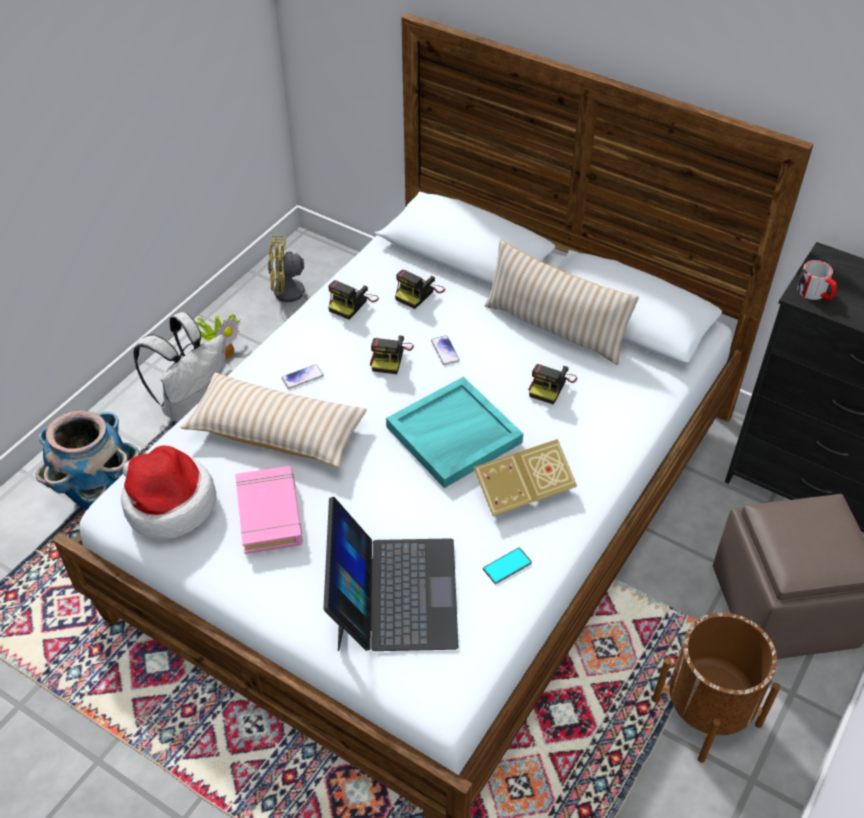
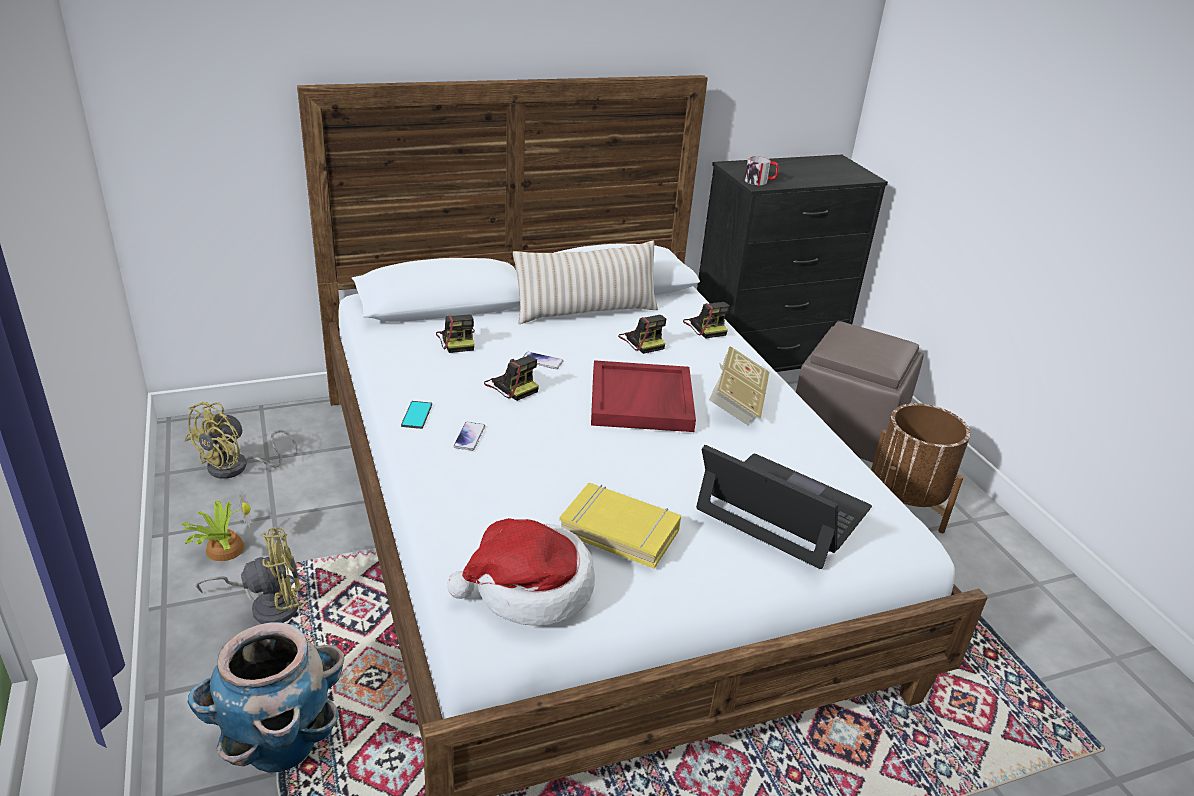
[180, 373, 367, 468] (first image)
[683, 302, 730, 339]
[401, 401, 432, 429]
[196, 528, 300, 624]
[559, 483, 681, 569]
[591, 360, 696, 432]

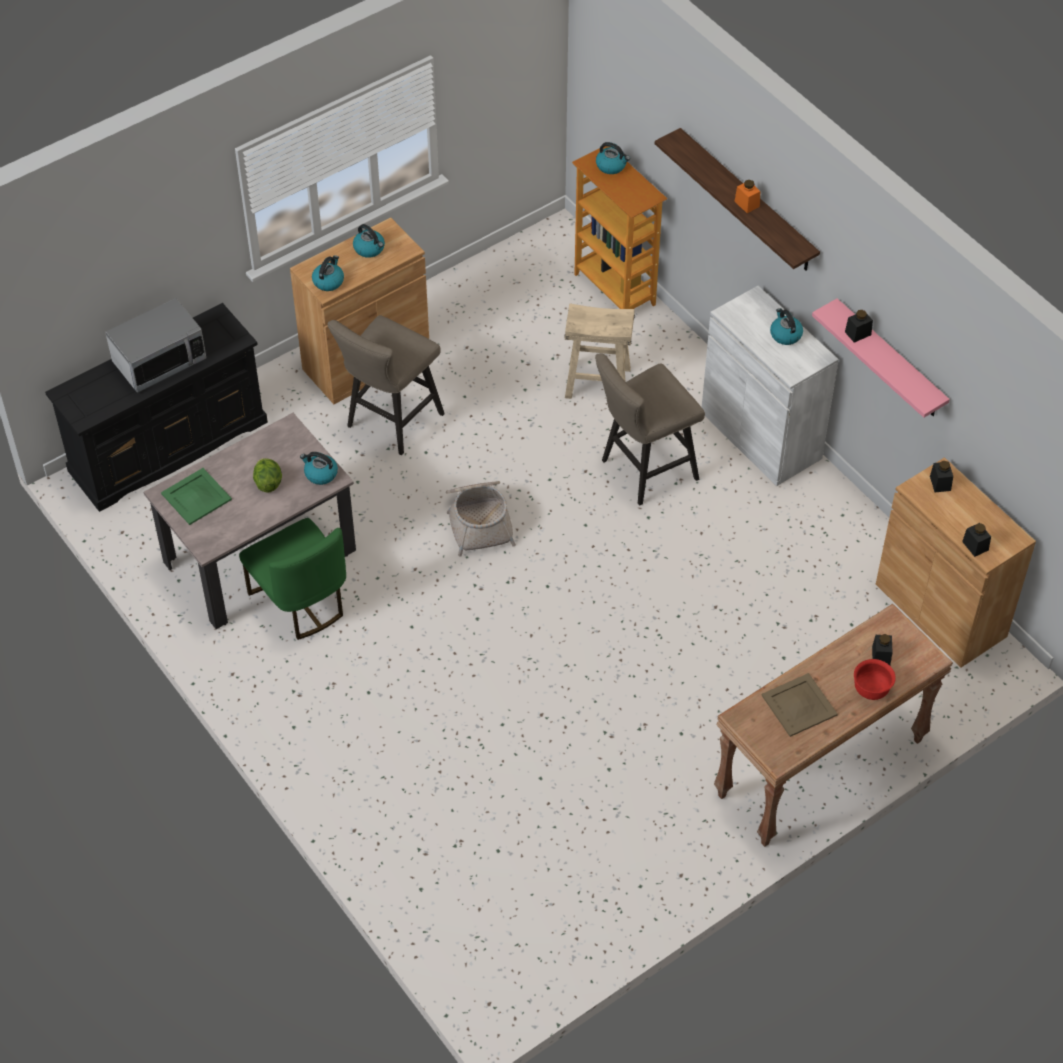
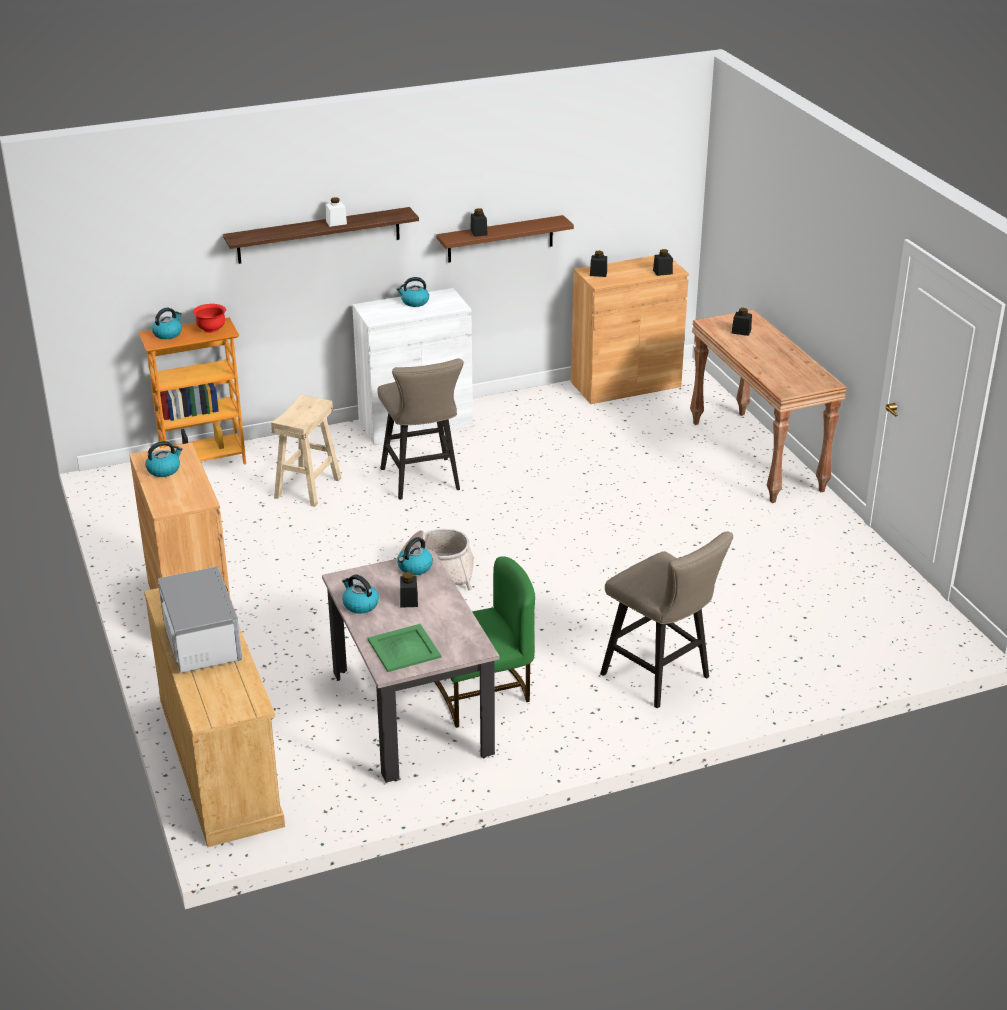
[762, 673, 838, 737] (first image)
[342, 574, 379, 614]
[600, 531, 733, 708]
[193, 304, 226, 333]
[400, 572, 418, 608]
[144, 588, 285, 847]
[326, 197, 347, 227]
[436, 215, 574, 263]

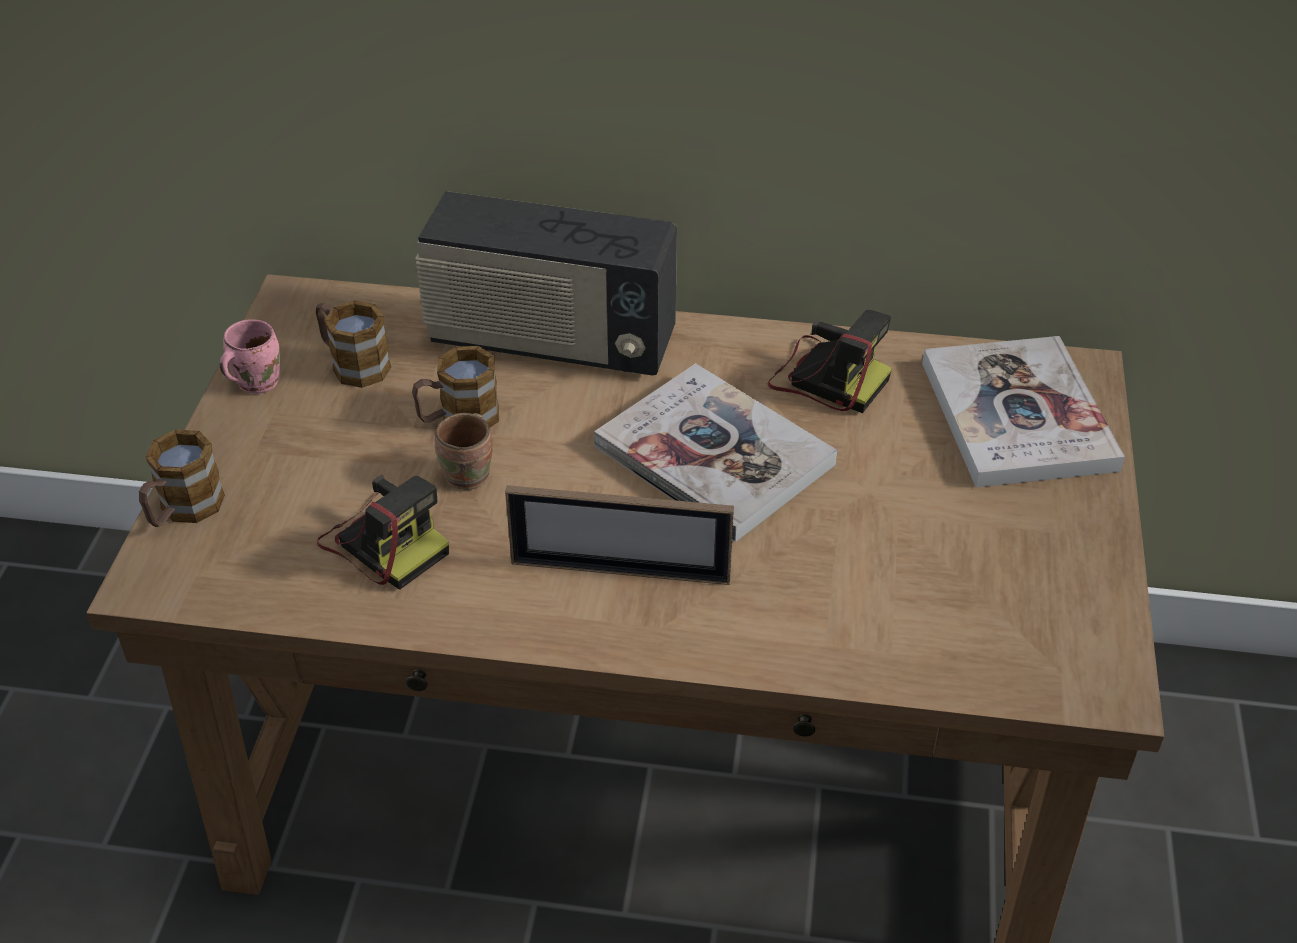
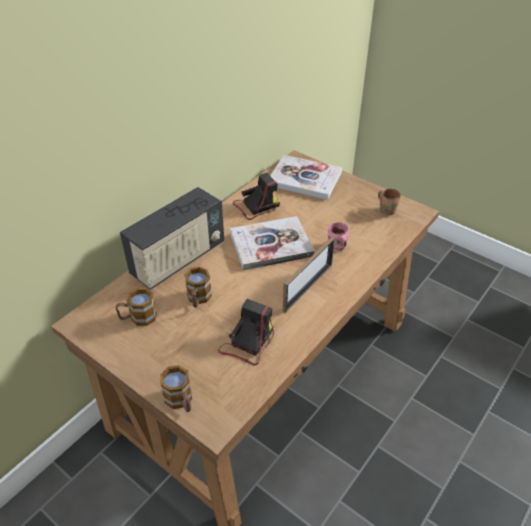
[328, 222, 349, 251]
[378, 188, 401, 215]
[218, 299, 274, 366]

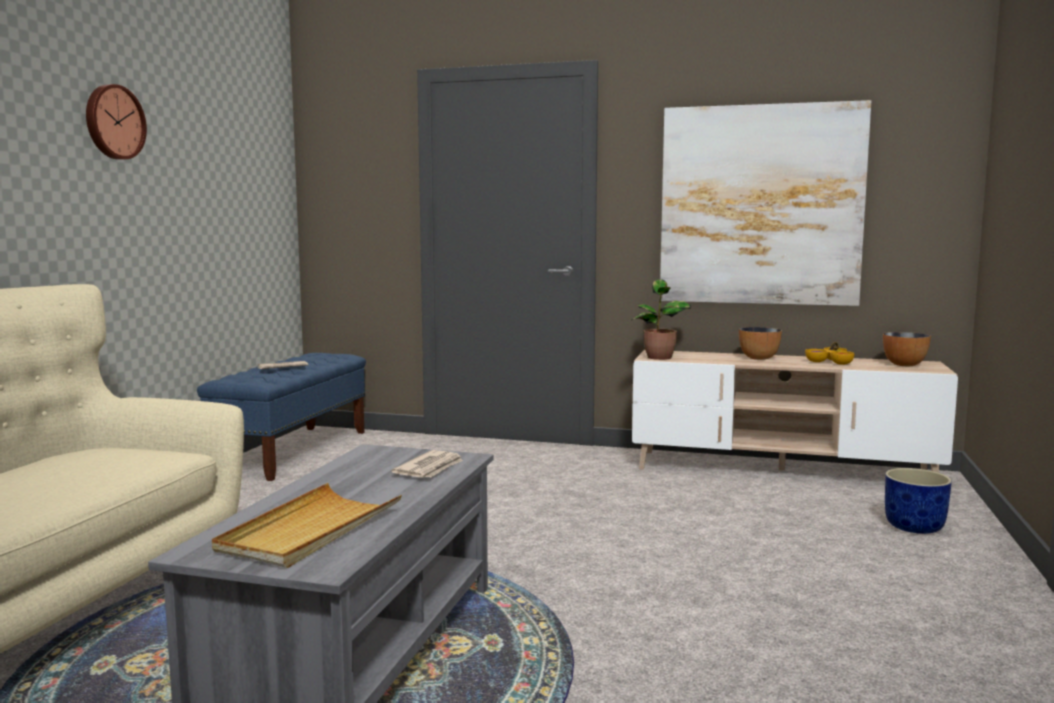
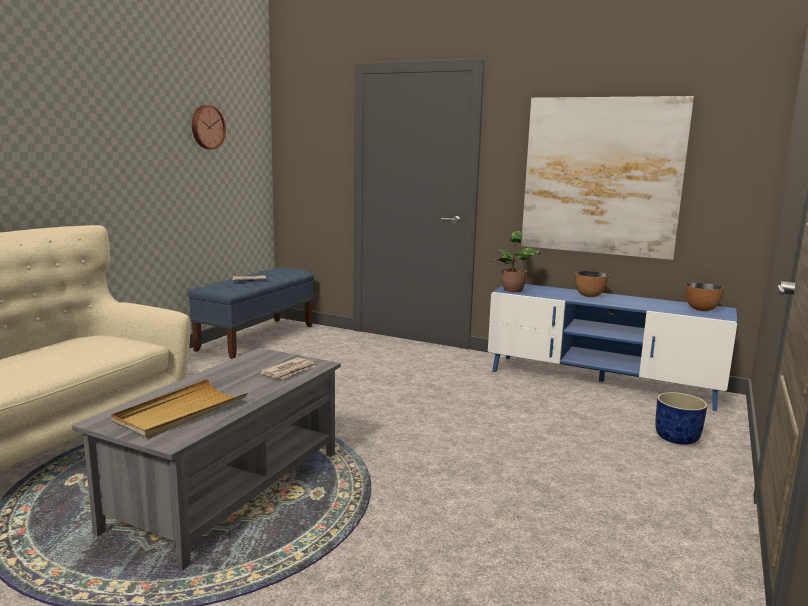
[805, 342, 854, 365] (first image)
[192, 105, 226, 149]
[488, 284, 737, 411]

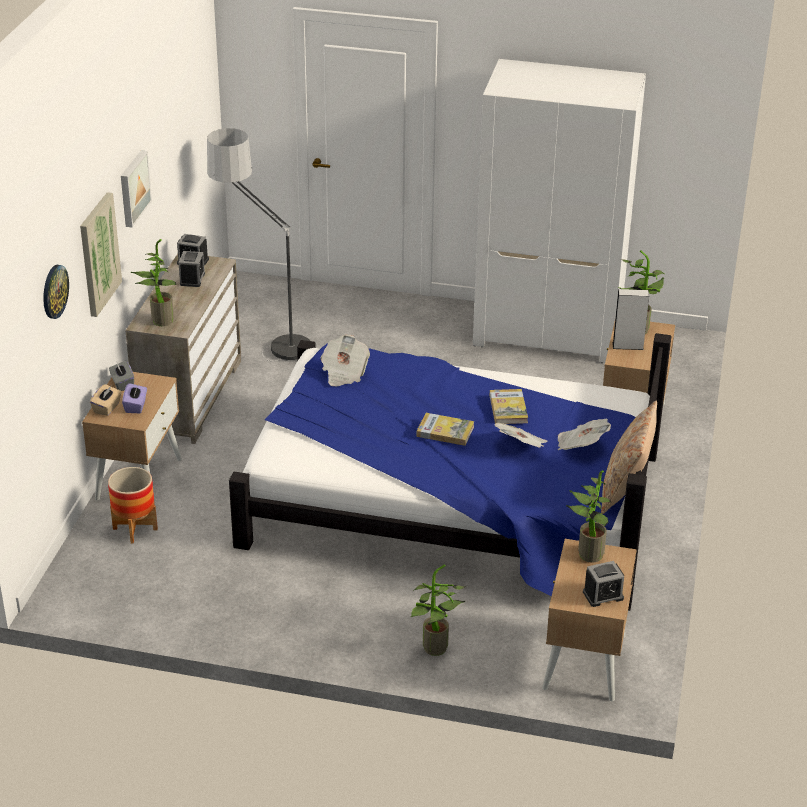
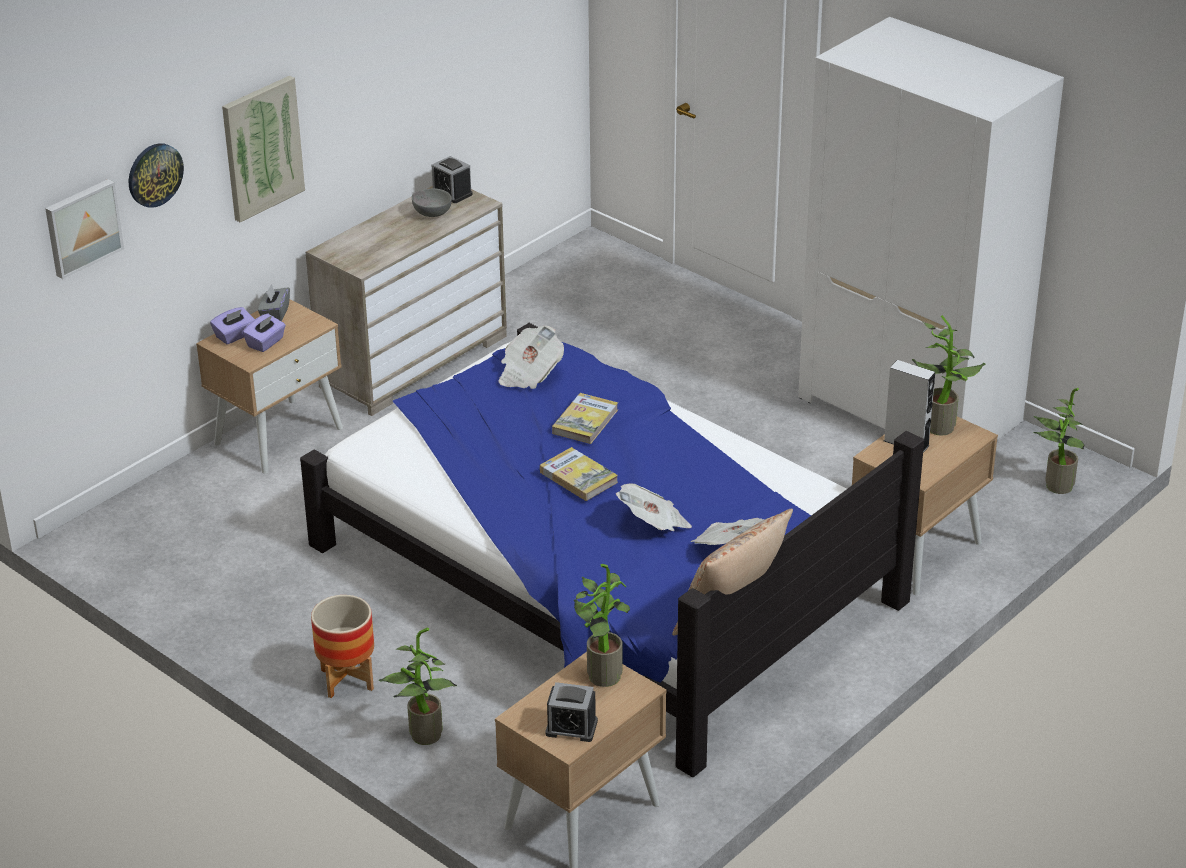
[207, 128, 310, 361] (first image)
[311, 595, 374, 698]
[45, 179, 124, 279]
[1034, 388, 1085, 494]
[552, 393, 618, 444]
[412, 188, 452, 217]
[210, 307, 255, 344]

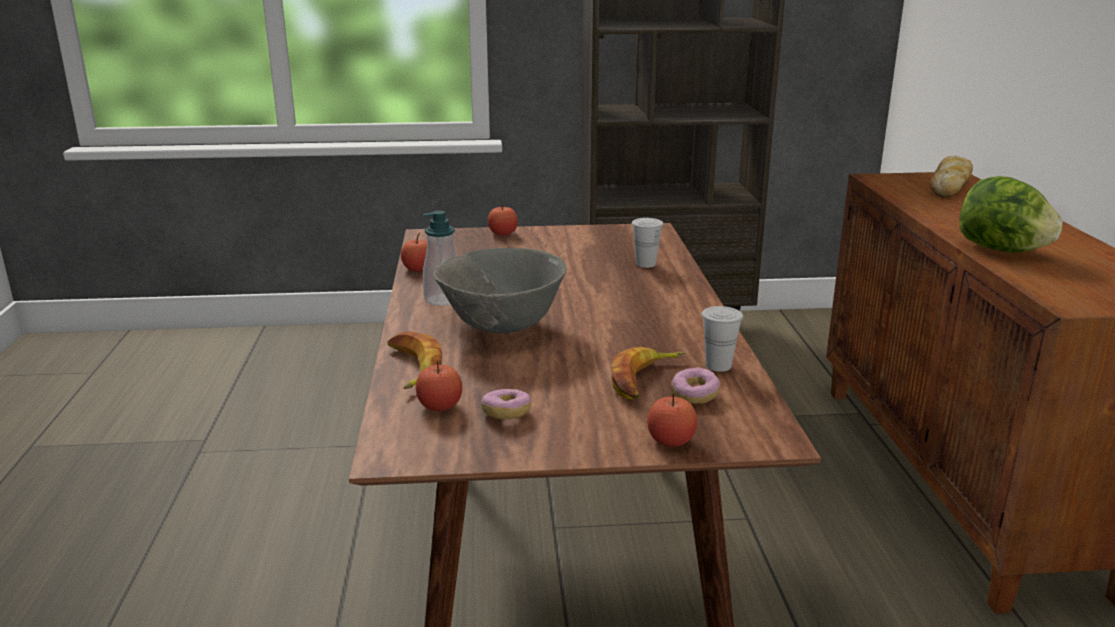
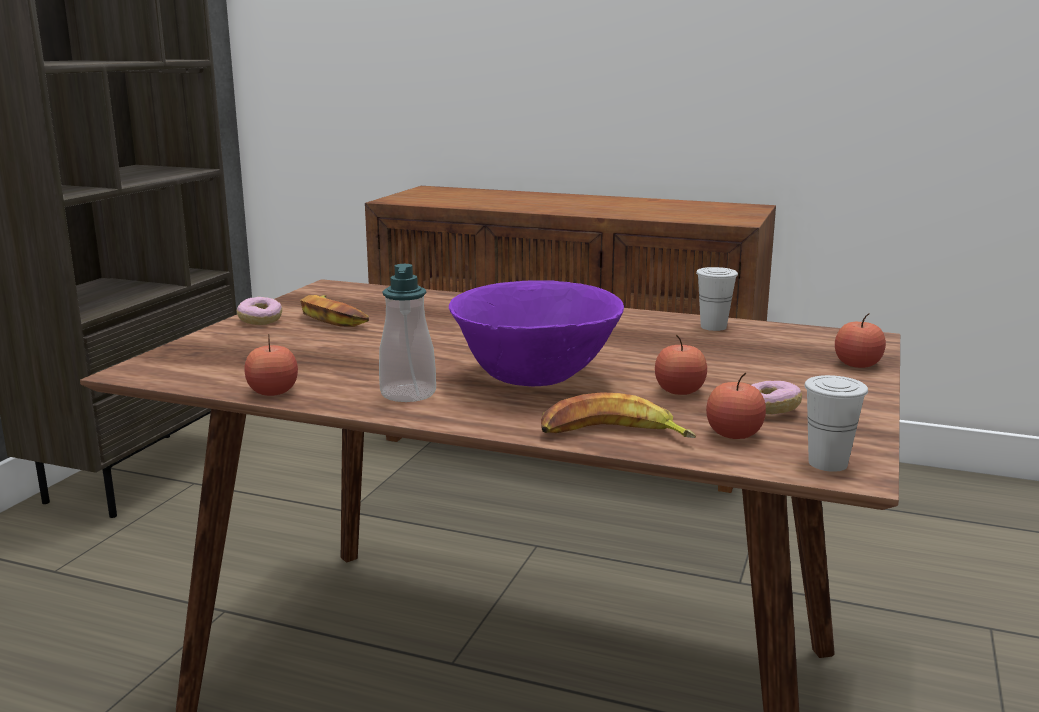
[930, 156, 973, 198] (first image)
[960, 176, 1063, 252] (first image)
[655, 335, 707, 395]
[300, 295, 369, 327]
[804, 375, 868, 472]
[237, 297, 282, 325]
[449, 280, 624, 386]

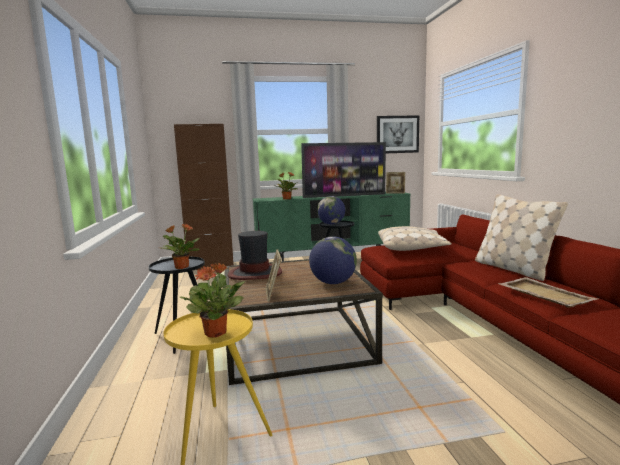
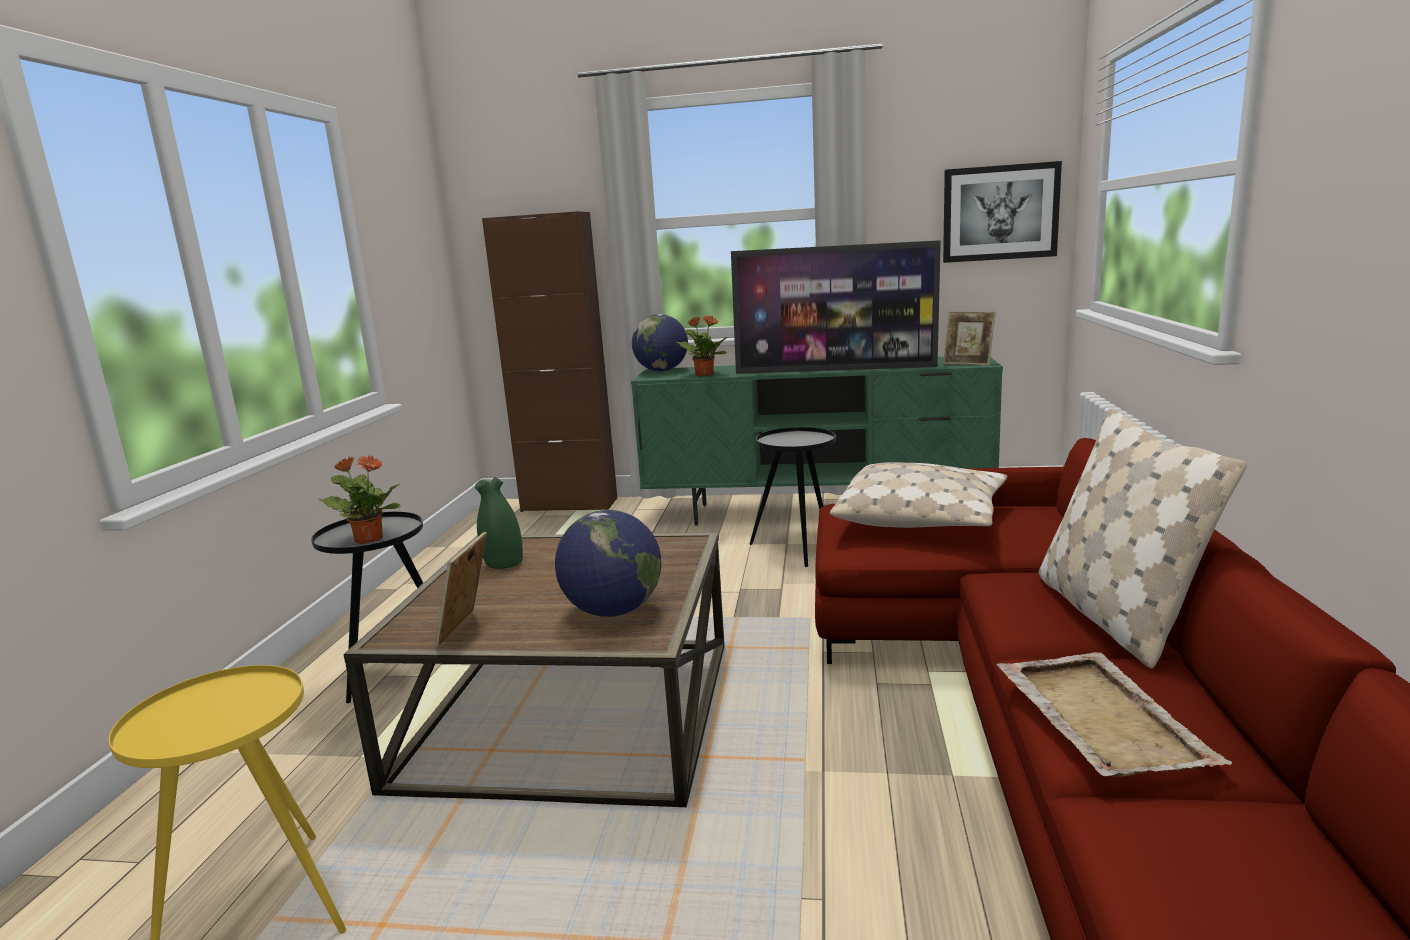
[180, 263, 245, 338] (first image)
[632, 314, 688, 371]
[475, 477, 523, 569]

